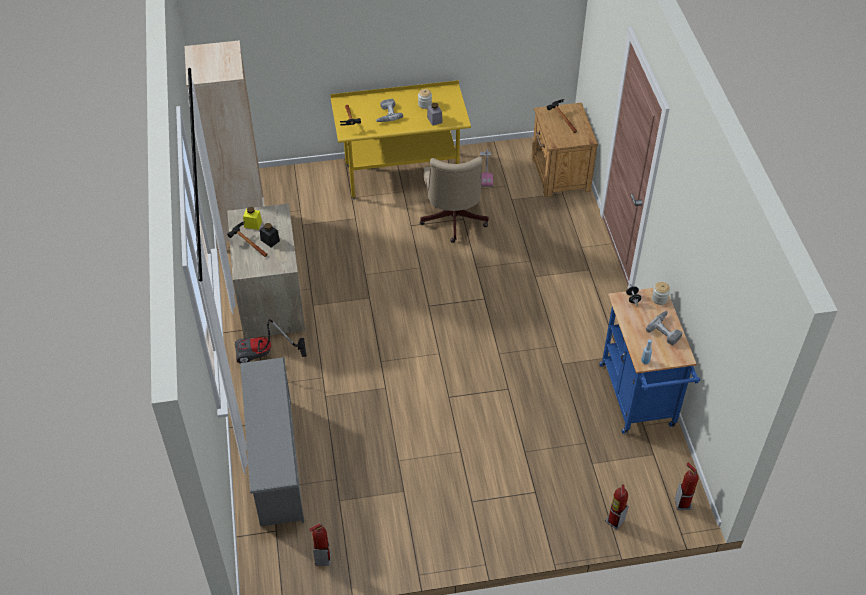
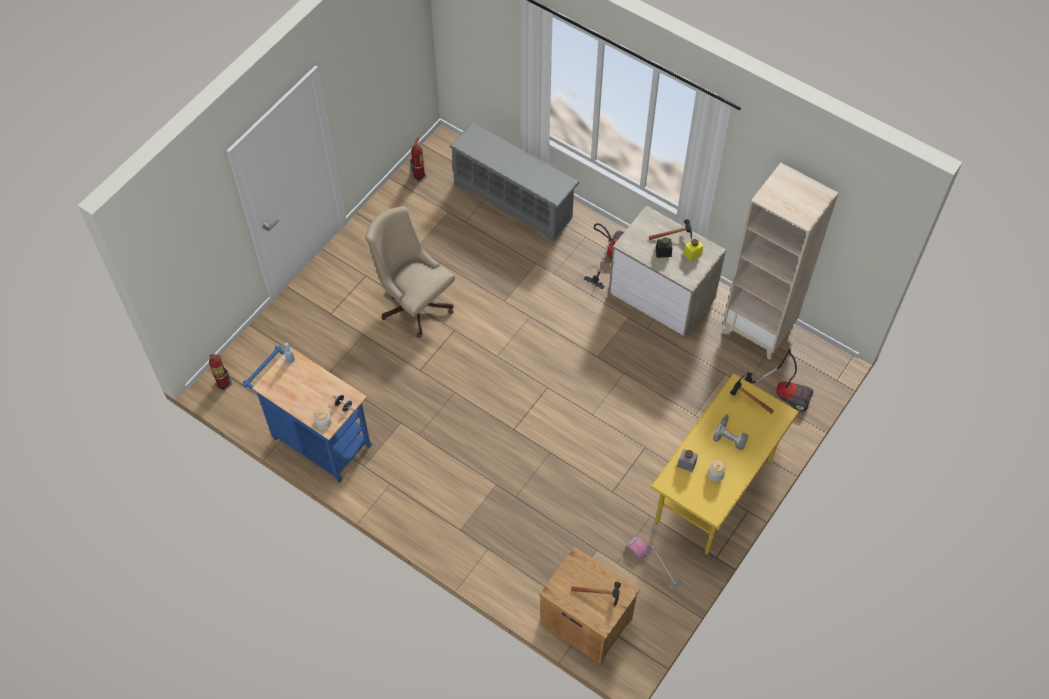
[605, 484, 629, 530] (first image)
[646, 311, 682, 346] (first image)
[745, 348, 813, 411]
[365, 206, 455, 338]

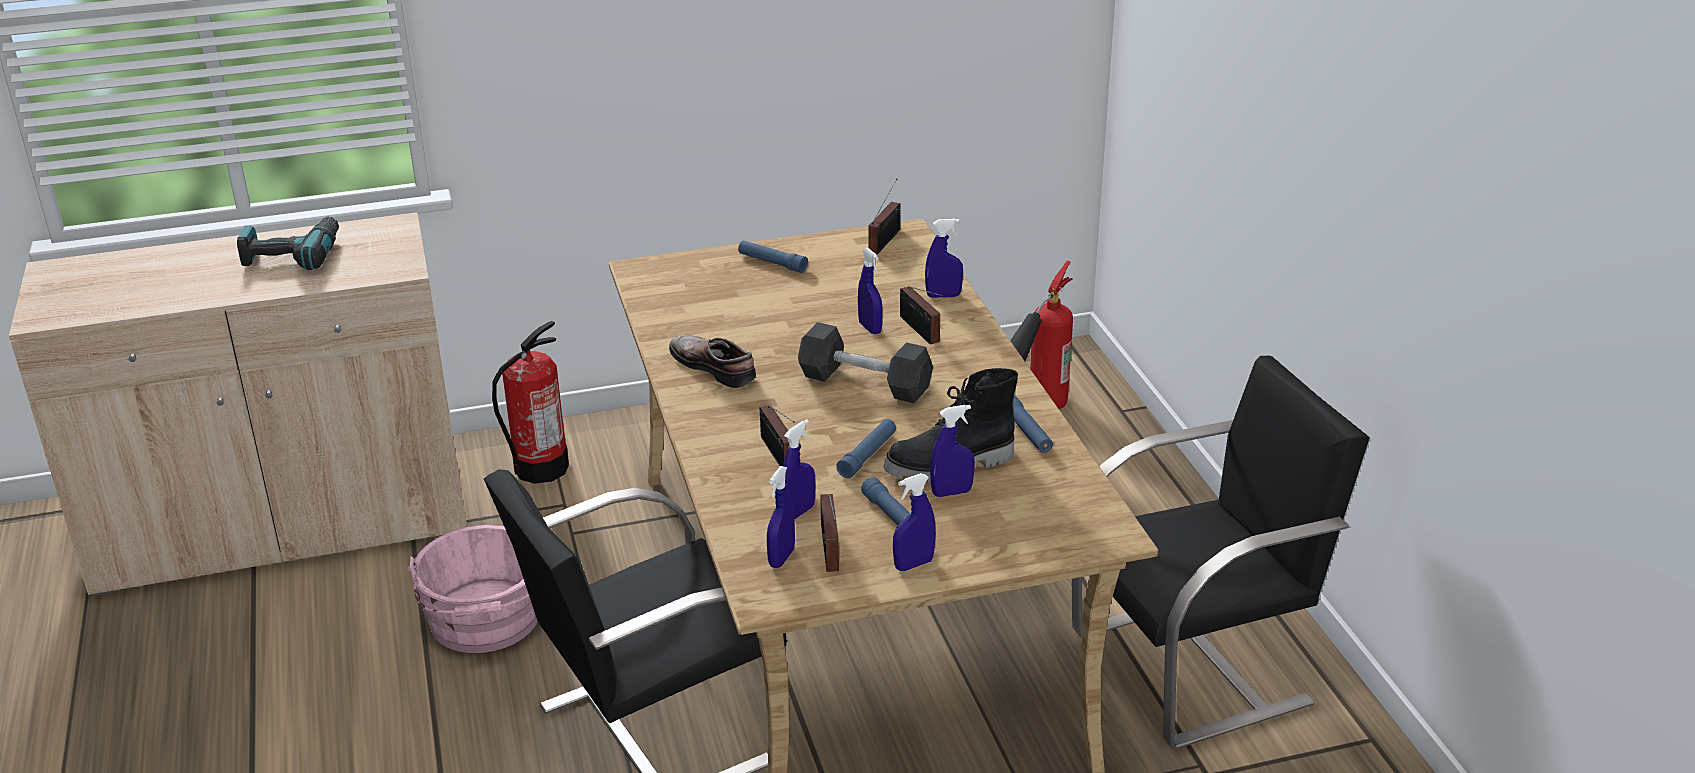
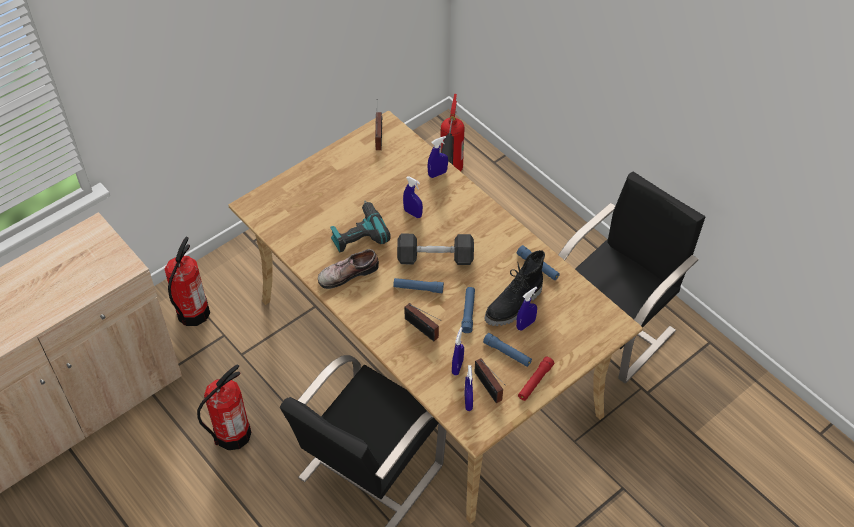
[900, 286, 943, 345] (first image)
[330, 201, 391, 252]
[393, 278, 444, 293]
[197, 364, 251, 450]
[518, 356, 554, 401]
[318, 249, 379, 289]

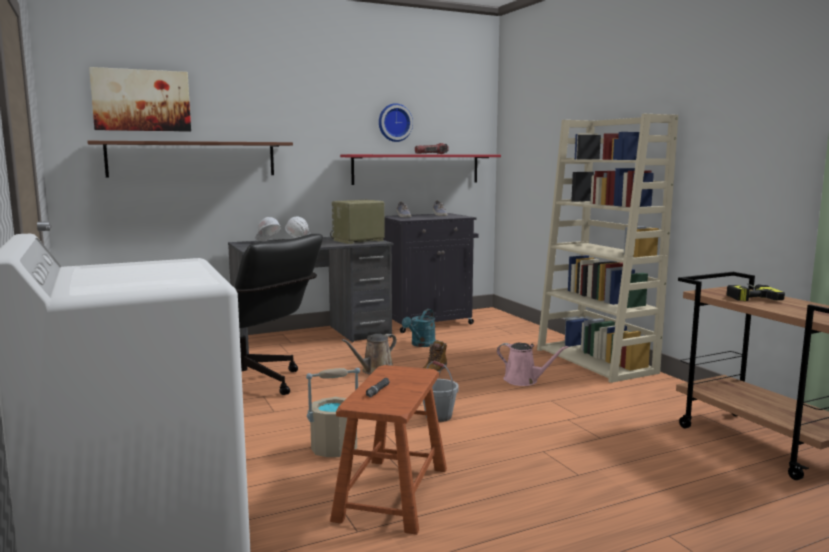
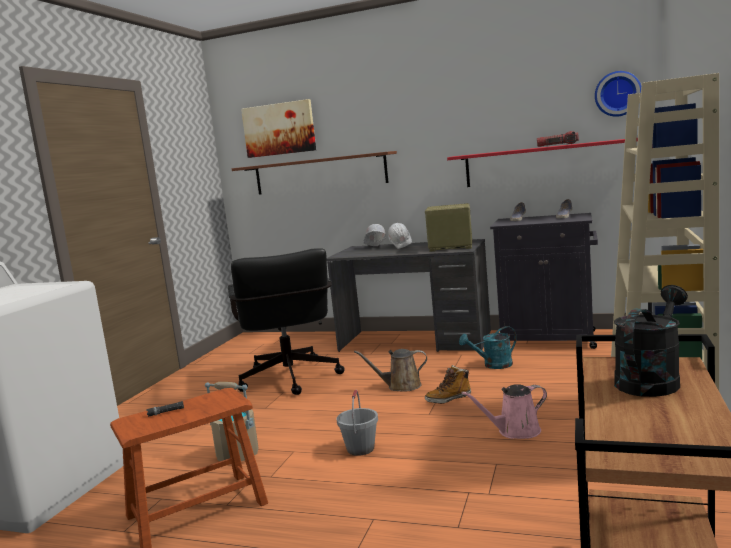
[595, 71, 641, 117]
[614, 285, 688, 397]
[461, 384, 547, 439]

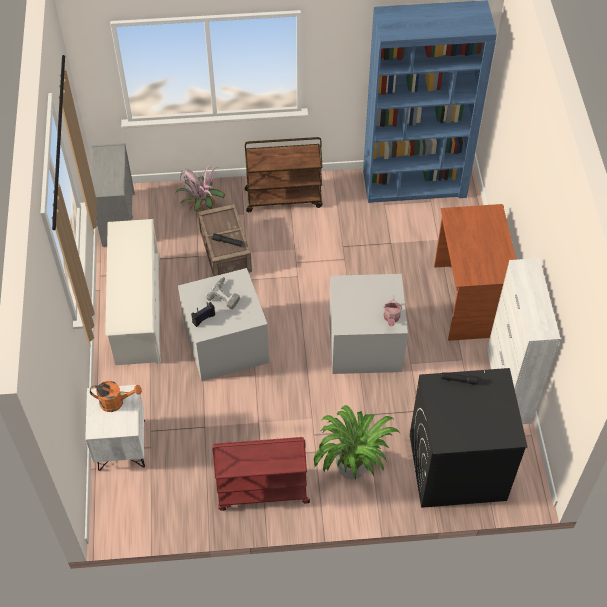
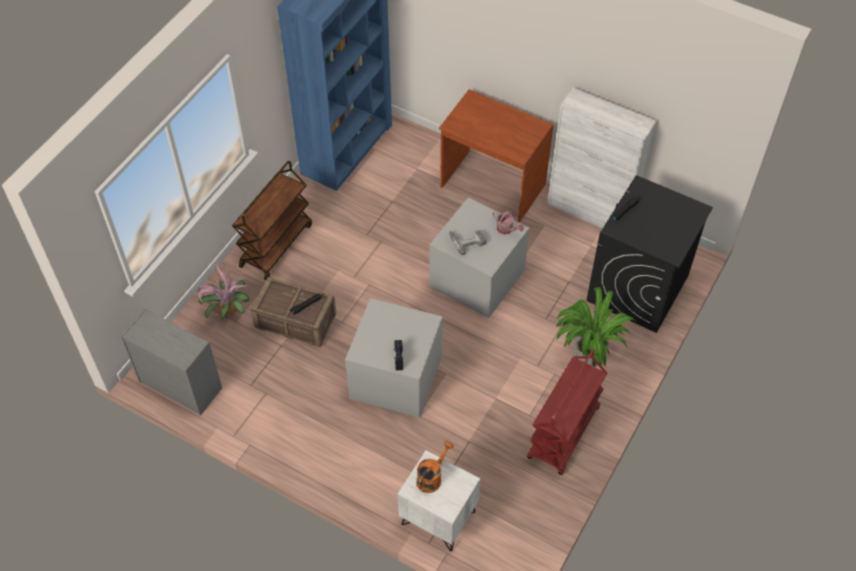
[105, 219, 161, 365] (first image)
[449, 230, 486, 255]

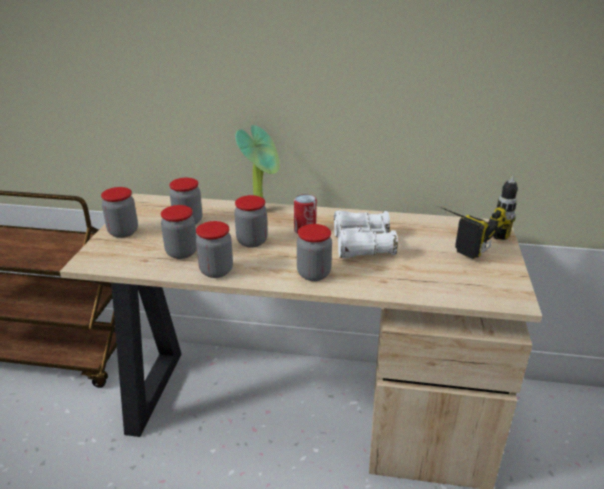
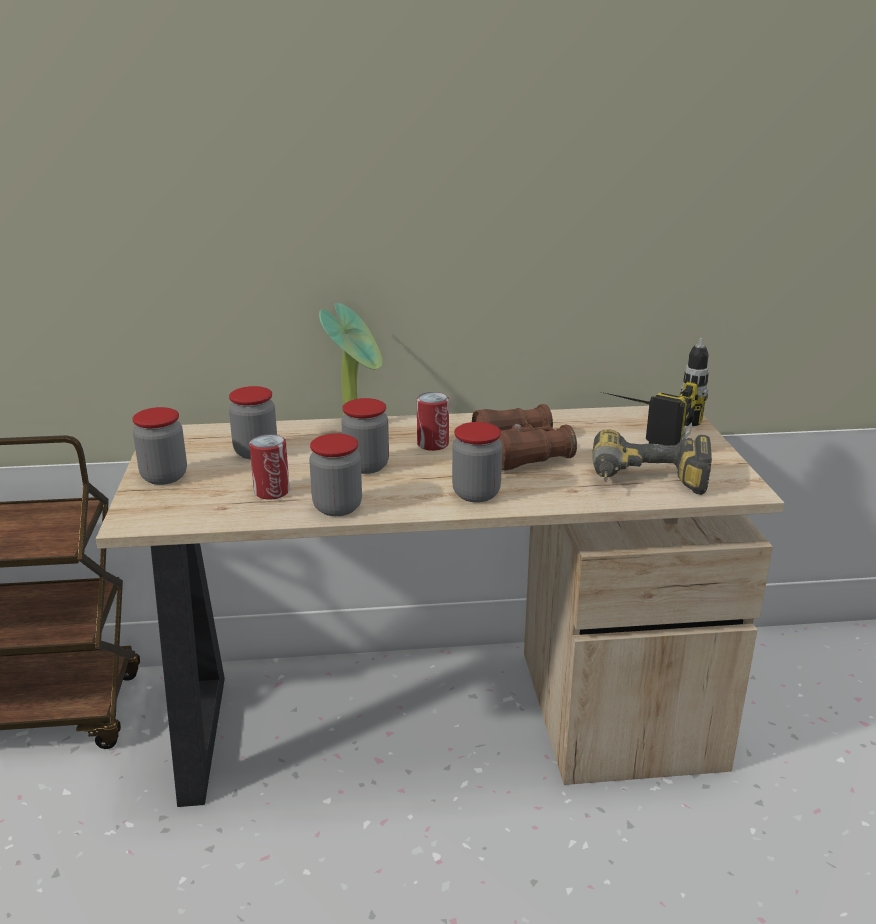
[592, 429, 712, 495]
[249, 434, 290, 500]
[472, 404, 577, 471]

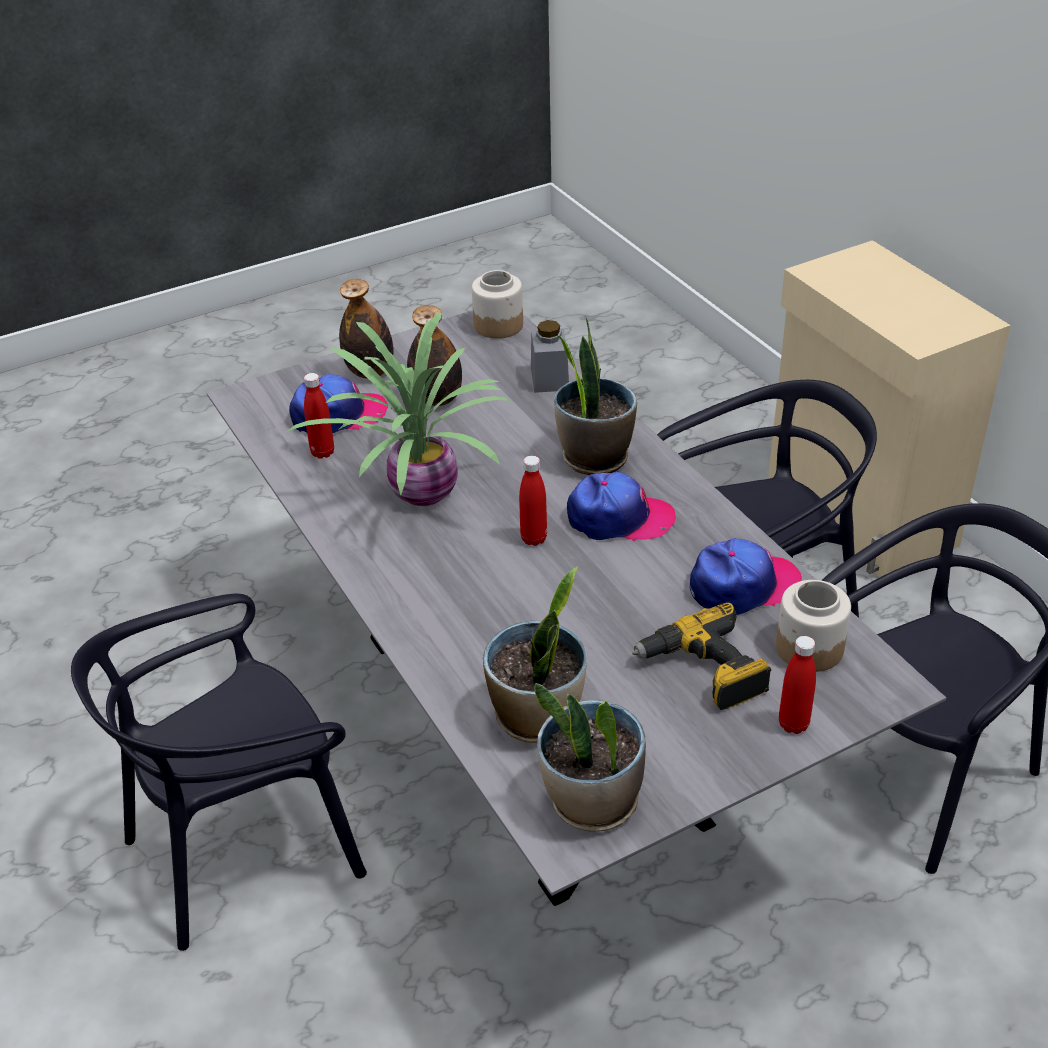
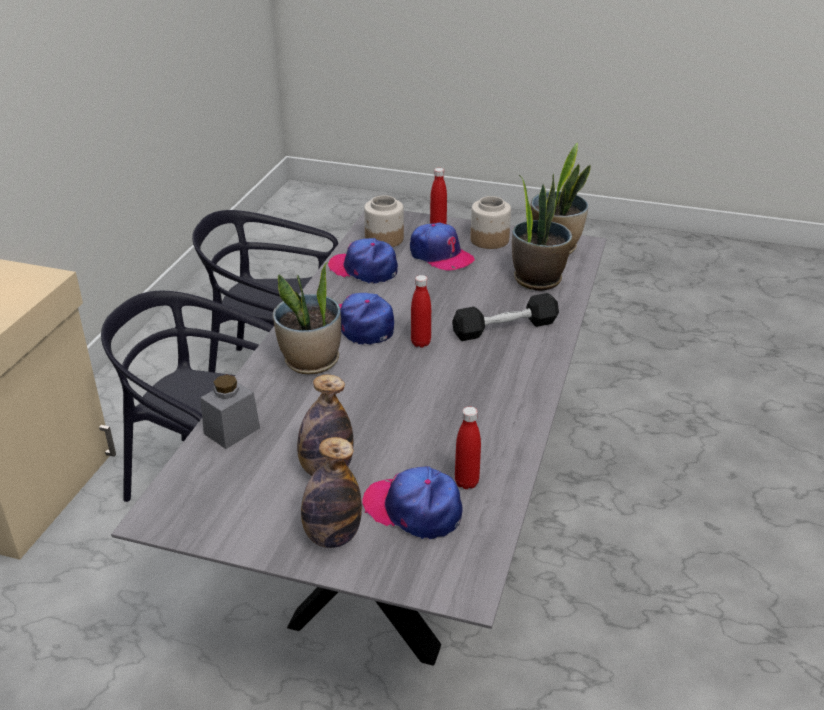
[71, 594, 367, 951] (first image)
[285, 313, 513, 506] (first image)
[452, 293, 559, 341]
[470, 196, 511, 249]
[410, 222, 475, 270]

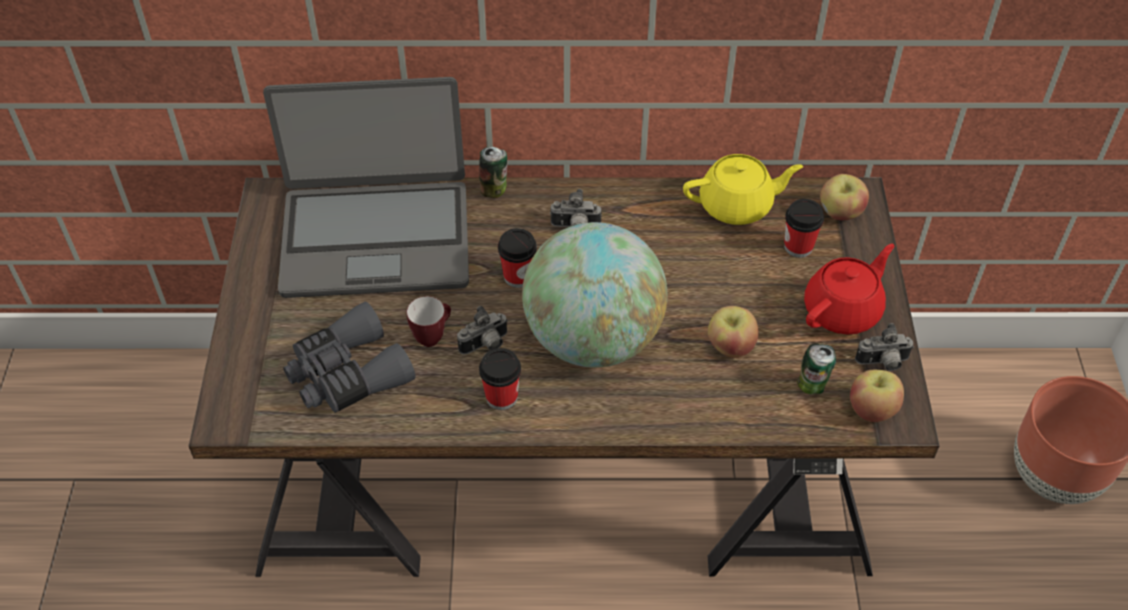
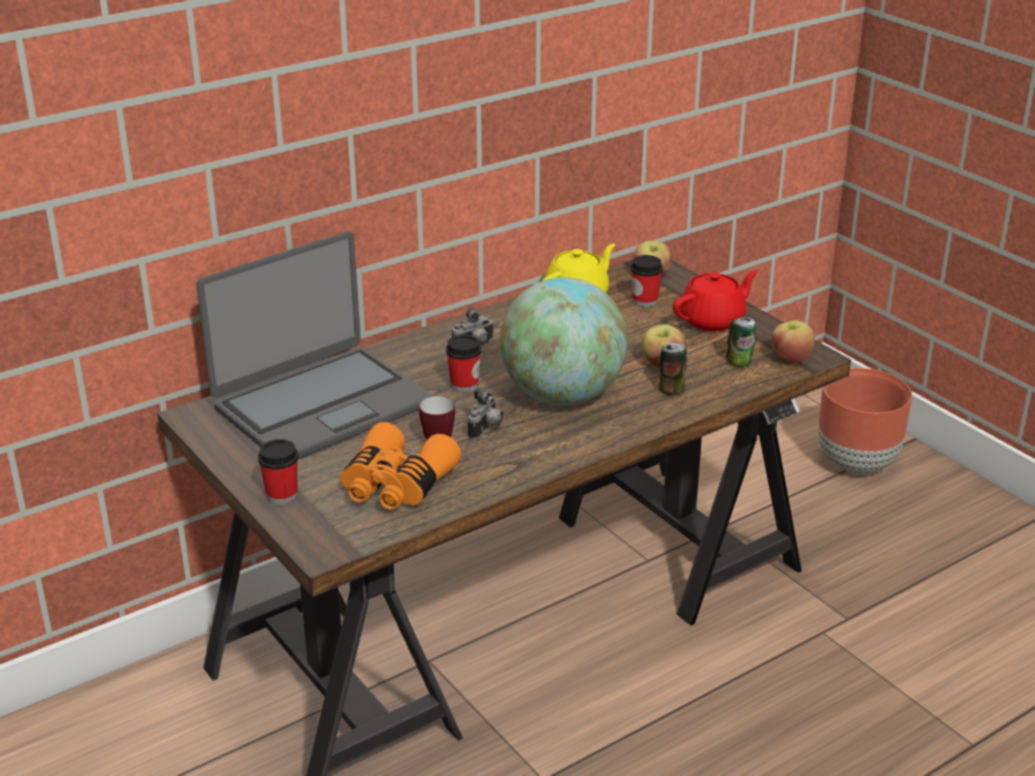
[855, 323, 914, 371] (first image)
[660, 343, 687, 395]
[258, 439, 299, 504]
[340, 422, 461, 510]
[673, 270, 759, 331]

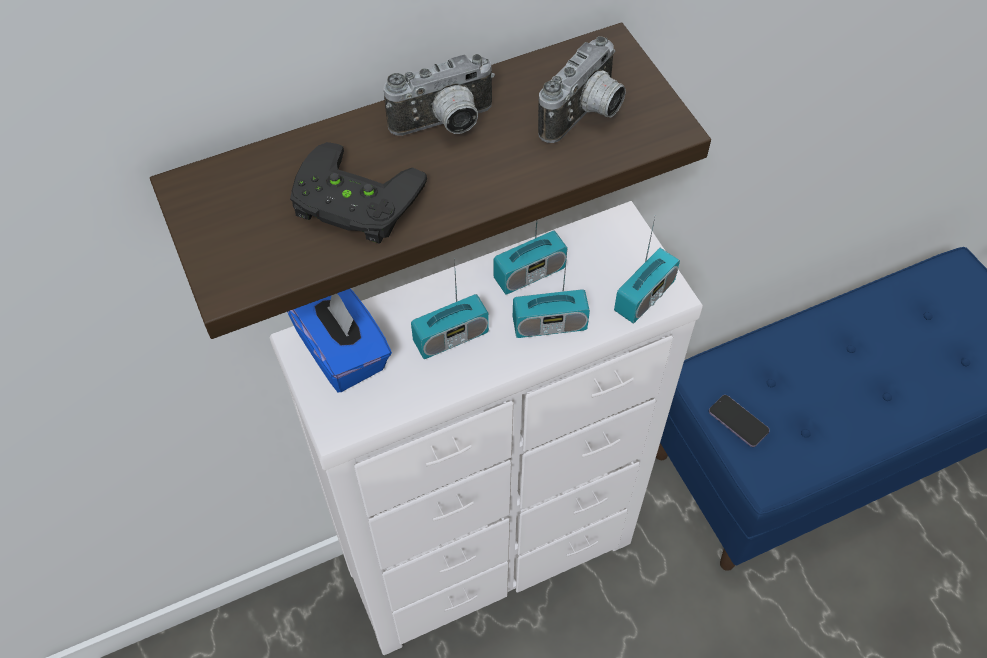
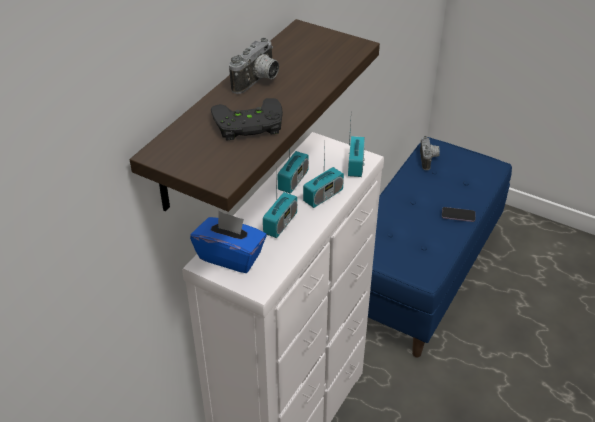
[420, 136, 440, 170]
[442, 207, 476, 222]

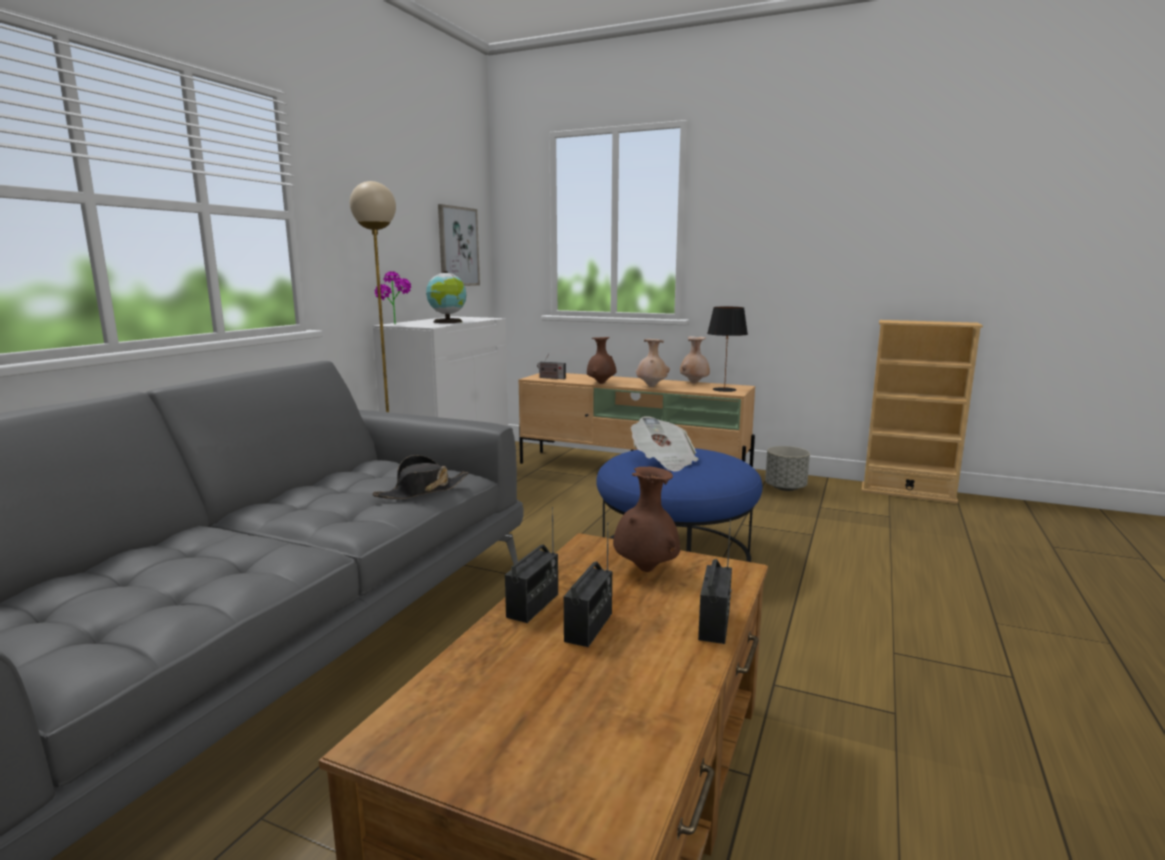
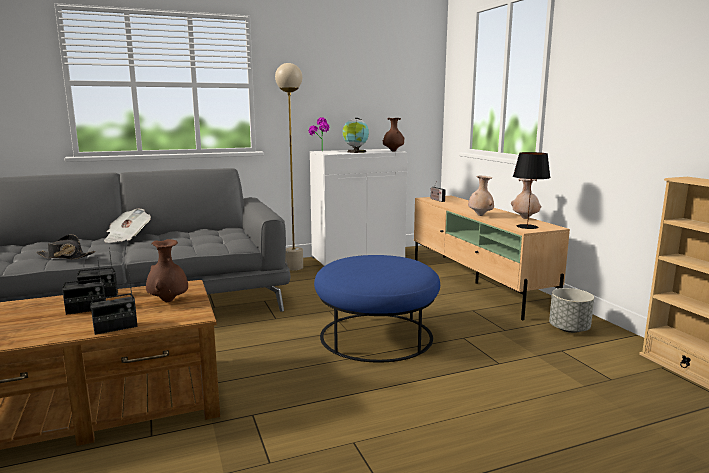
[438, 204, 480, 286] (first image)
[36, 234, 96, 259]
[383, 118, 404, 151]
[104, 209, 151, 243]

